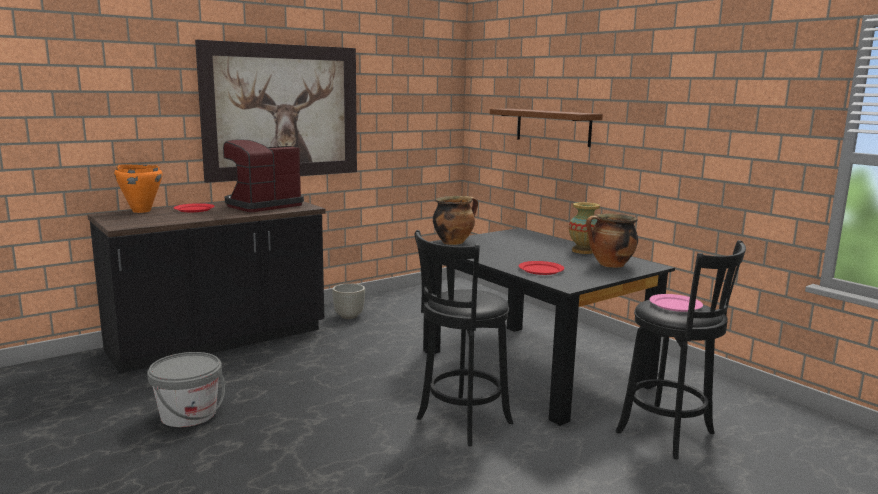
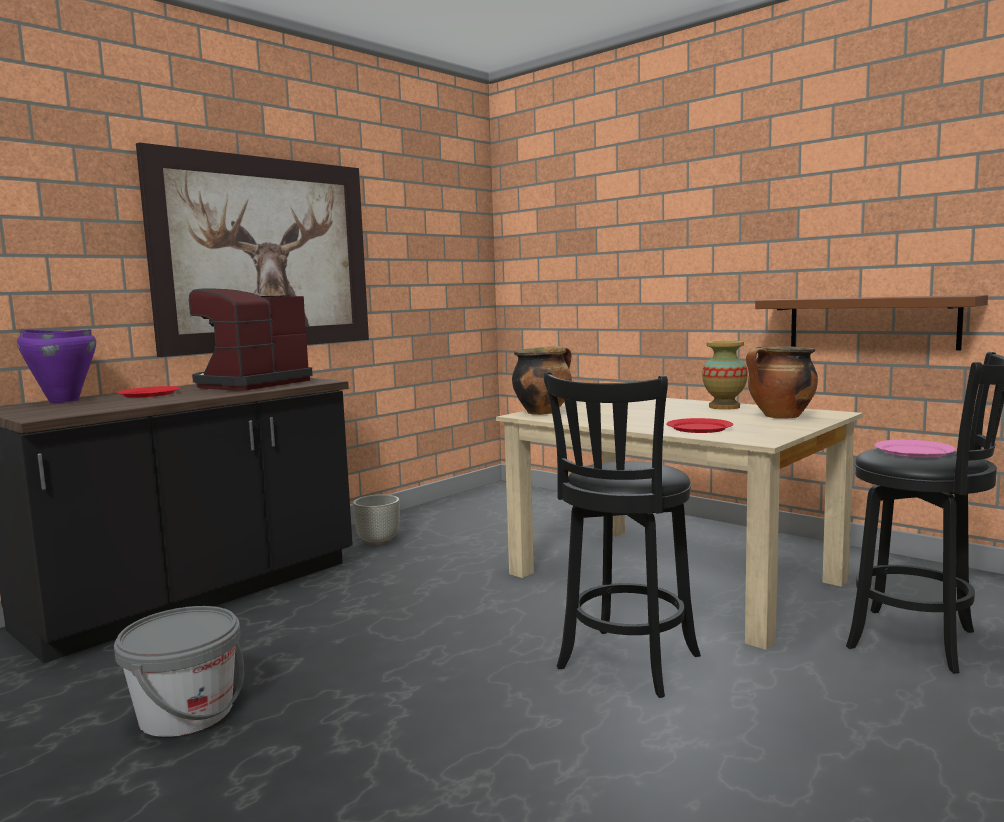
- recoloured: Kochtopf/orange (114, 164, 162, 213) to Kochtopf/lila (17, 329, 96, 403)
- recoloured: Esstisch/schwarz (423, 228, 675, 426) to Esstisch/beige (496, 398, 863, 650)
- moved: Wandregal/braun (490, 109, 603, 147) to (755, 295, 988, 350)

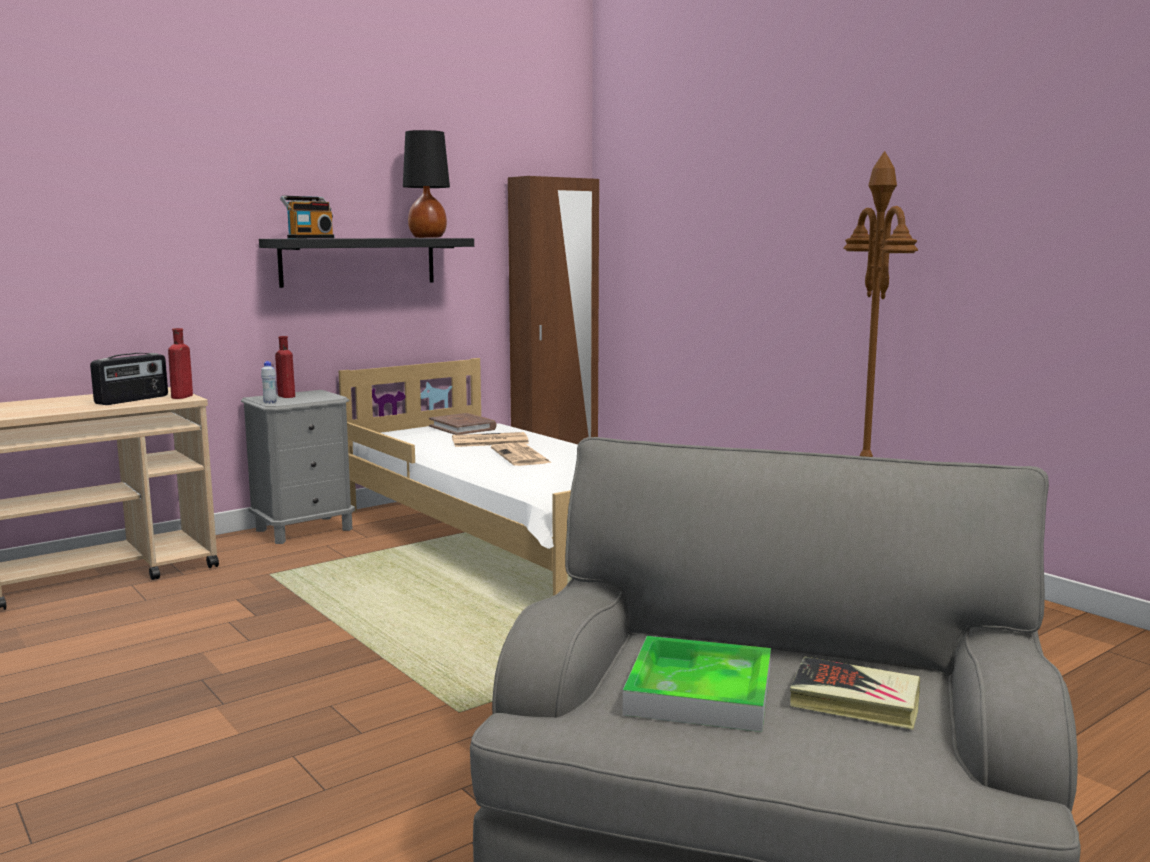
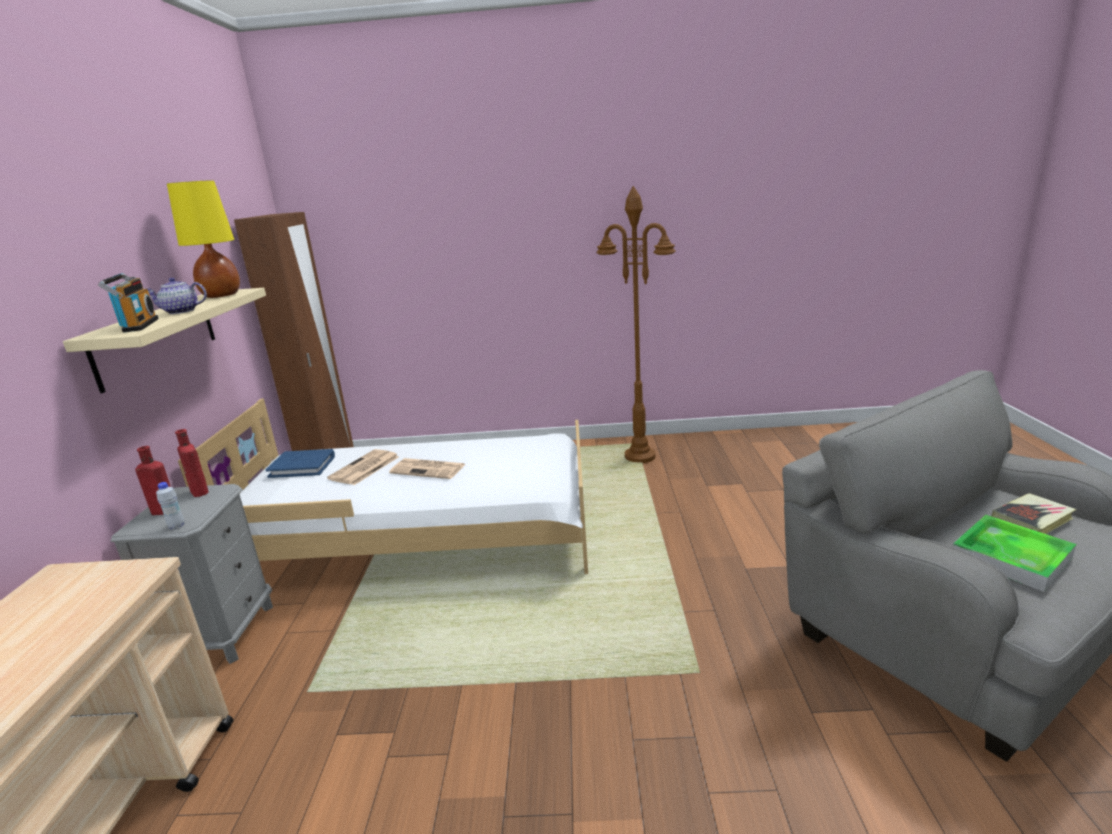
- recoloured: Wandregal/schwarz (259, 238, 474, 288) to Wandregal/beige (63, 288, 266, 393)
- added: Teekanne (148, 278, 207, 314)
- recoloured: Tischlampe/schwarz (403, 130, 450, 238) to Tischlampe/gelb (167, 180, 240, 298)
- moved: Flasche/rot (168, 328, 193, 399) to (175, 429, 209, 497)
- recoloured: Buch/braun (429, 413, 496, 435) to Buch/blau (266, 449, 335, 478)
- removed: Radio (90, 353, 168, 405)

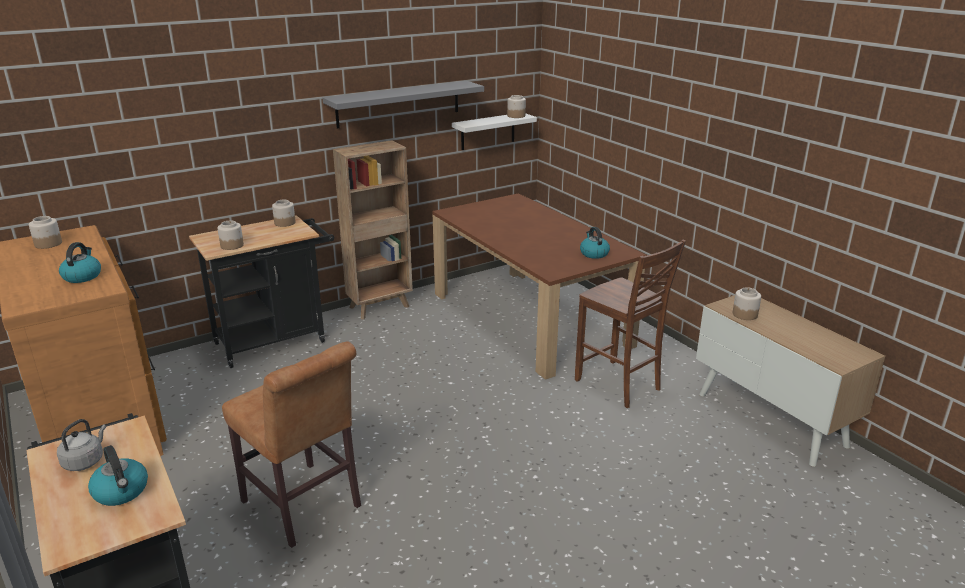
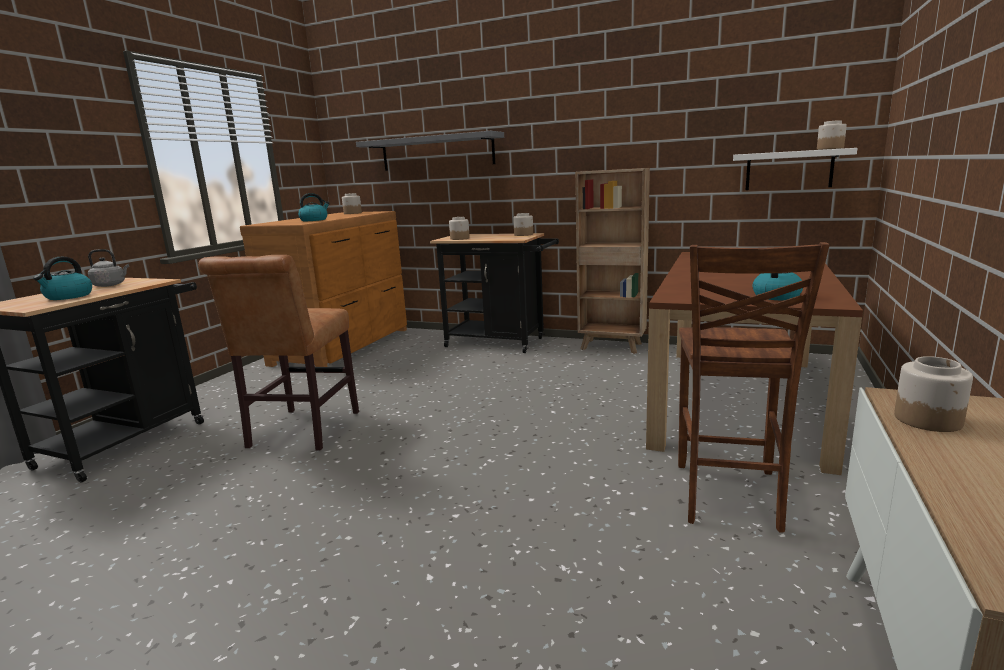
- moved: Wandregal/grau (323, 81, 484, 129) to (356, 131, 504, 171)

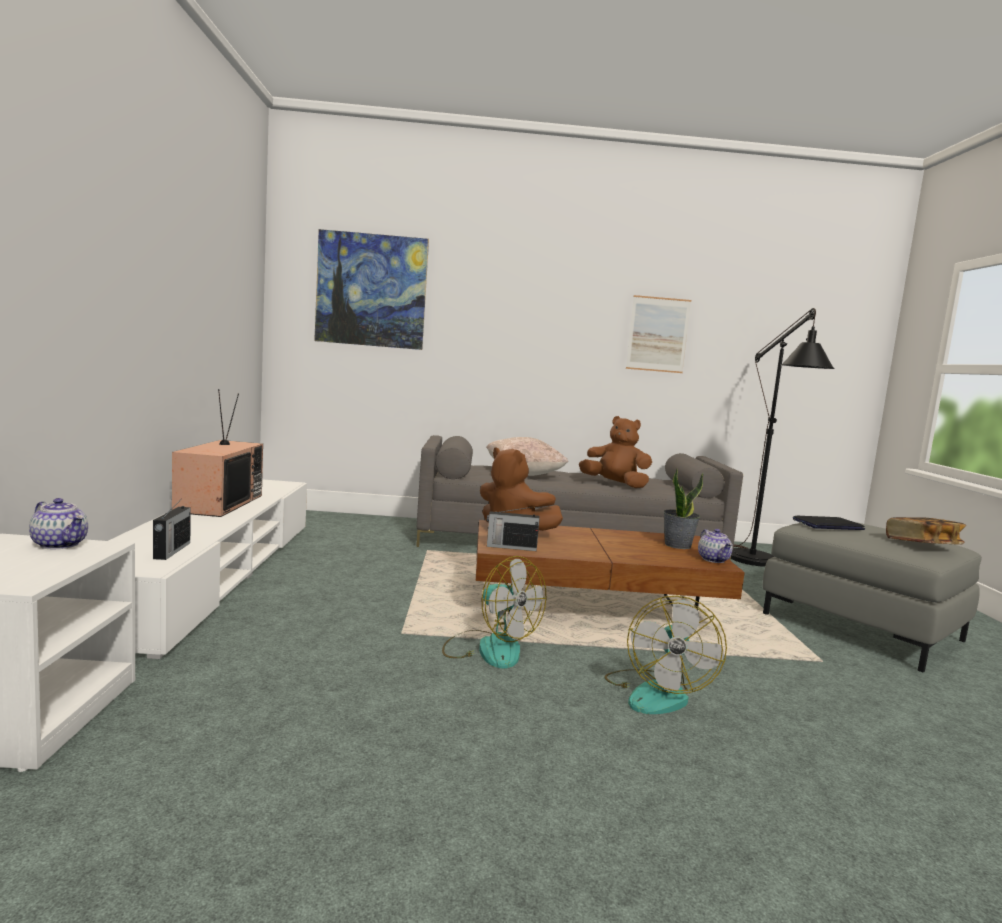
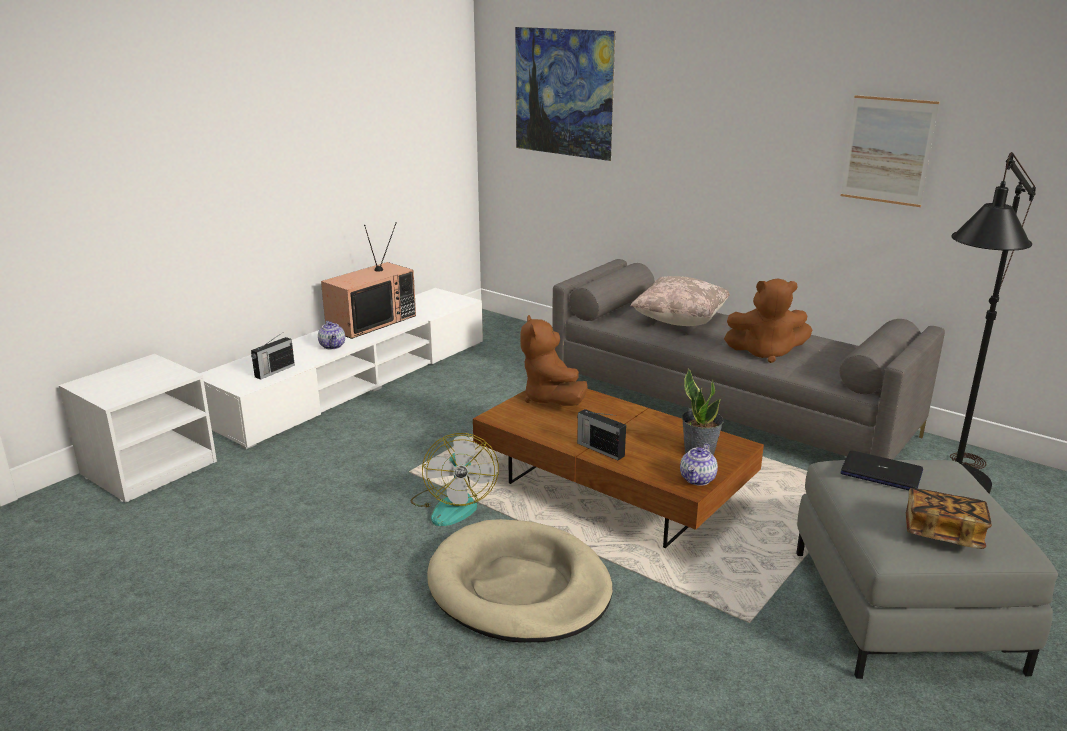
- moved: Teekanne (29, 498, 88, 549) to (318, 321, 345, 350)
- replaced: Ventilator (605, 596, 727, 714) to Hundebett/beige (427, 519, 612, 643)
- moved: Radio (487, 507, 540, 551) to (577, 409, 626, 460)
- turned: Plüschtier/braun (579, 416, 652, 488) = (724, 279, 812, 363) 120 degrees clockwise

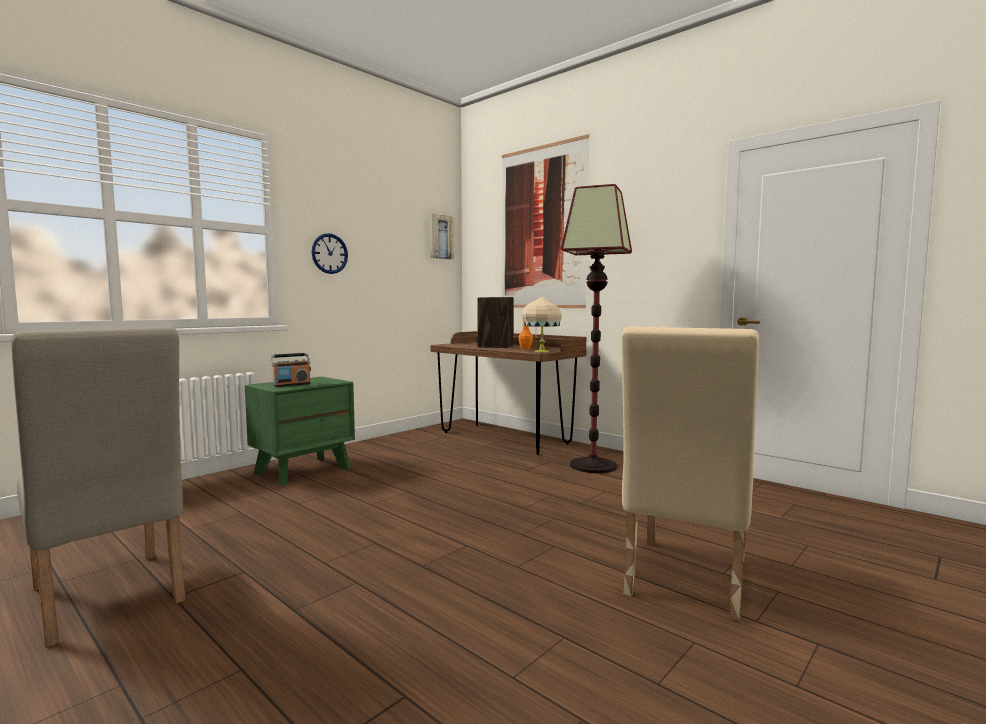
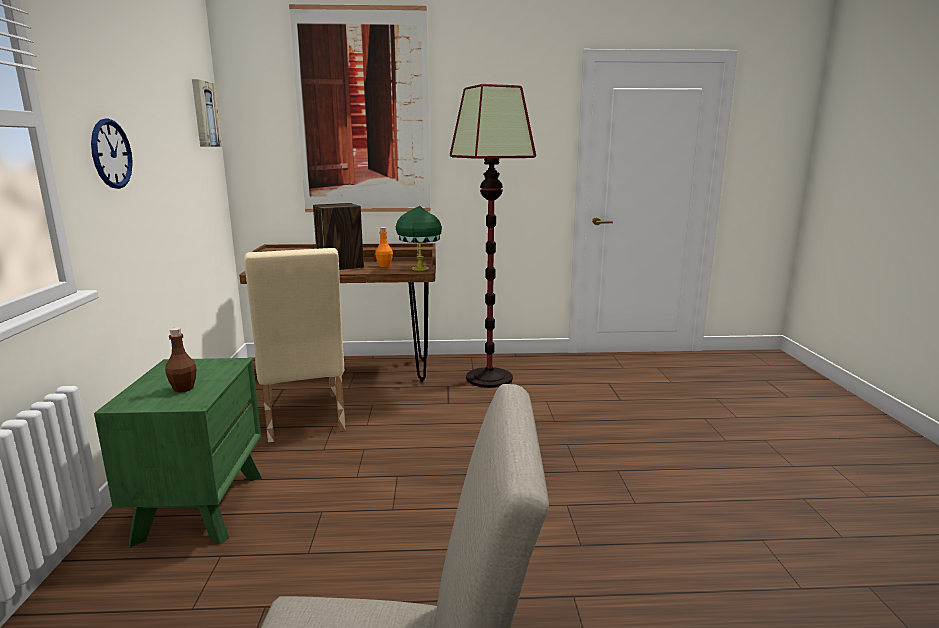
- replaced: Radio (270, 353, 311, 387) to Flasche/braun (165, 327, 197, 393)
- moved: Stuhl/beige (621, 327, 759, 622) to (244, 248, 346, 443)
- recoloured: Tischlampe/beige (522, 297, 562, 353) to Tischlampe/grün (396, 206, 442, 271)

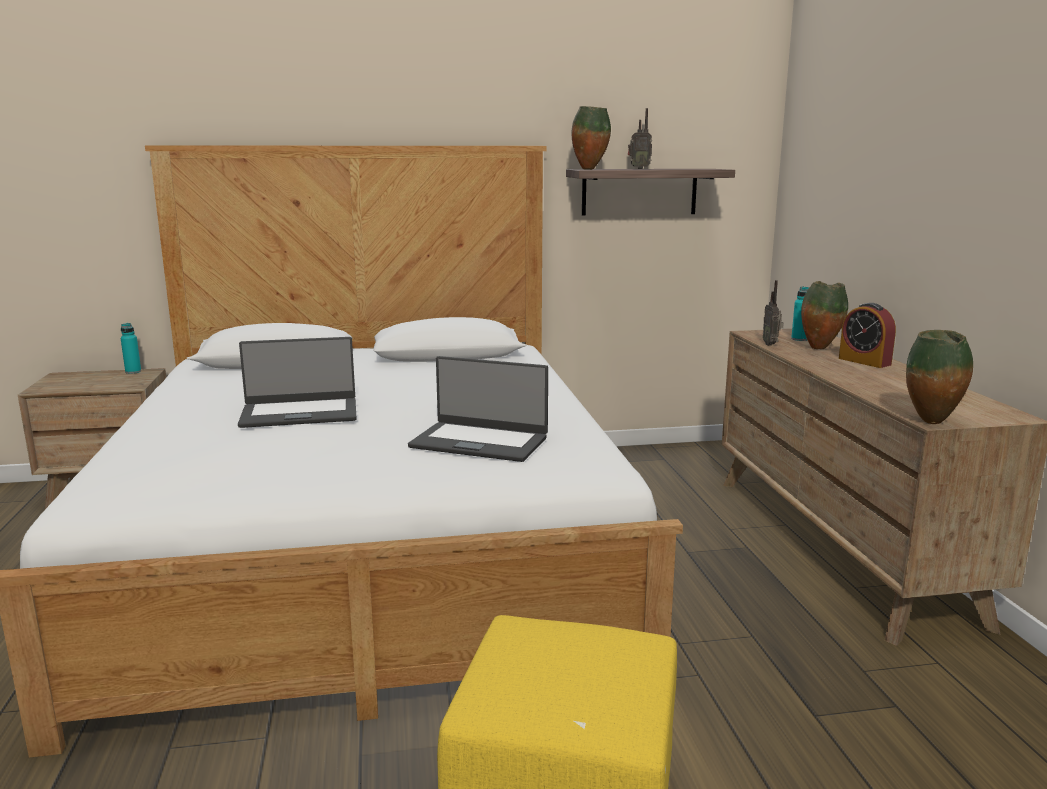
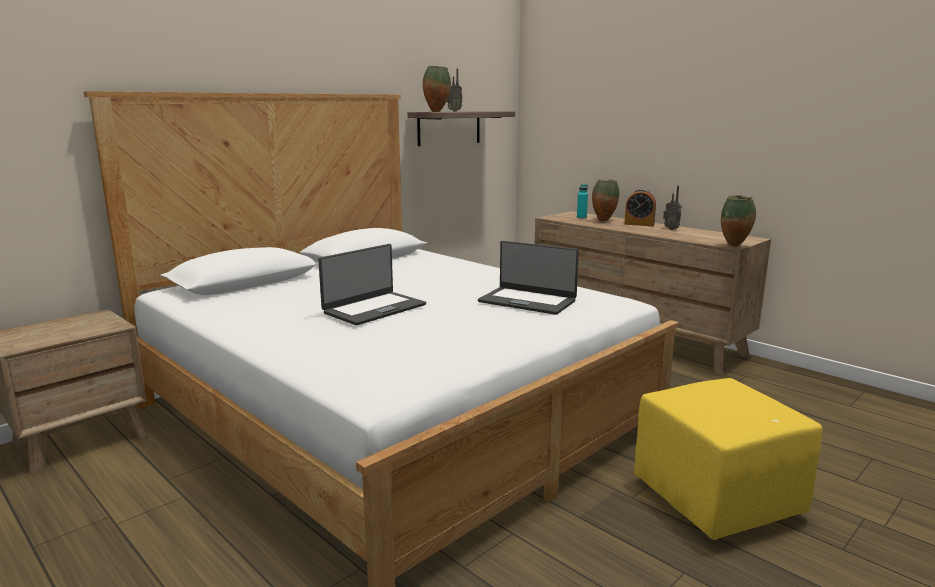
- turned: Laptop (408, 356, 548, 462) = (478, 241, 579, 315) 45 degrees clockwise
- moved: Radio (763, 280, 783, 346) to (663, 185, 681, 230)
- removed: Flasche/türkis (121, 323, 141, 374)

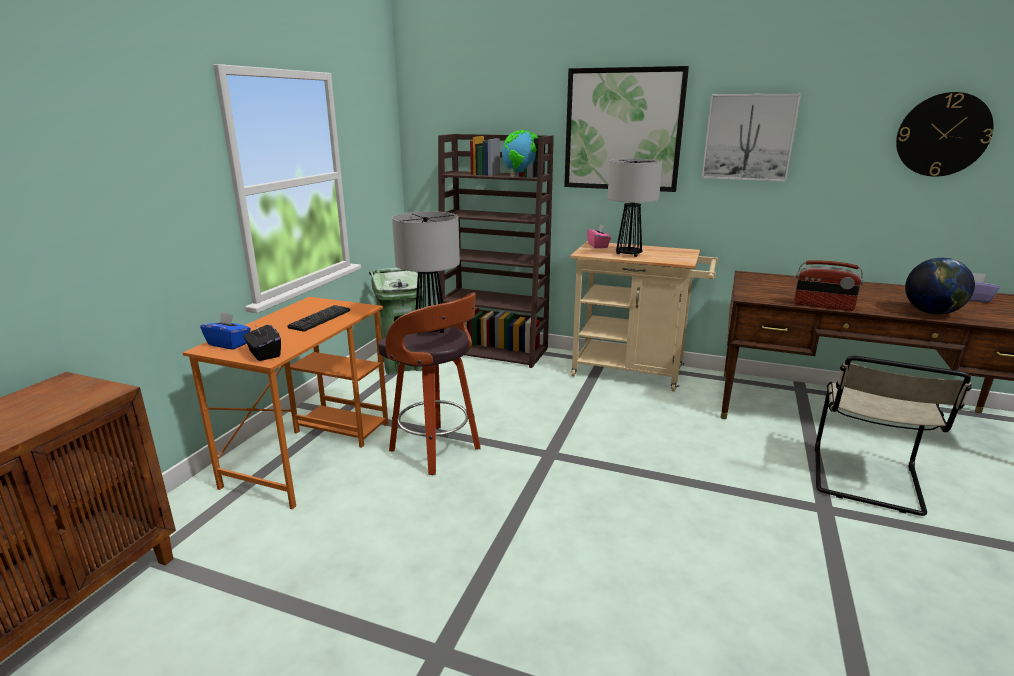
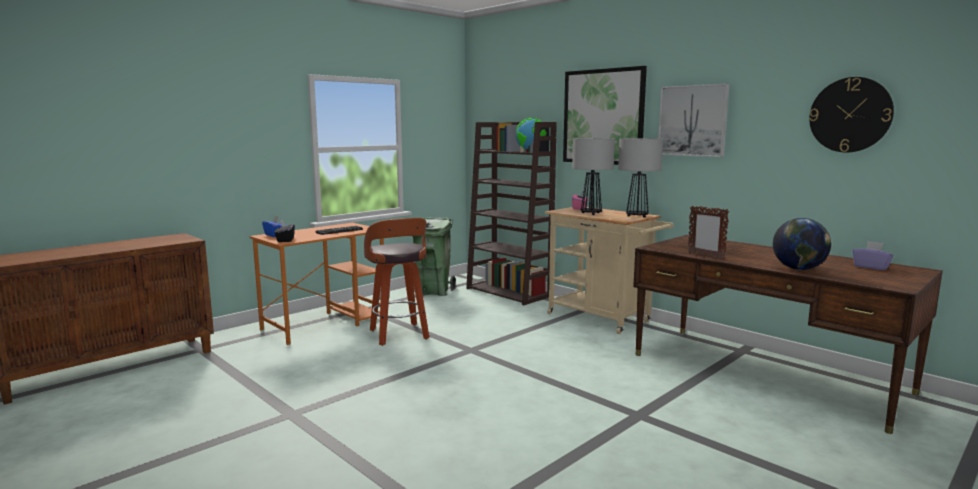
- moved: Tischlampe (392, 211, 460, 333) to (618, 138, 663, 218)
- replaced: Radio (794, 260, 864, 311) to Bilderrahmen (688, 206, 729, 260)
- removed: Stuhl/beige (815, 356, 971, 516)

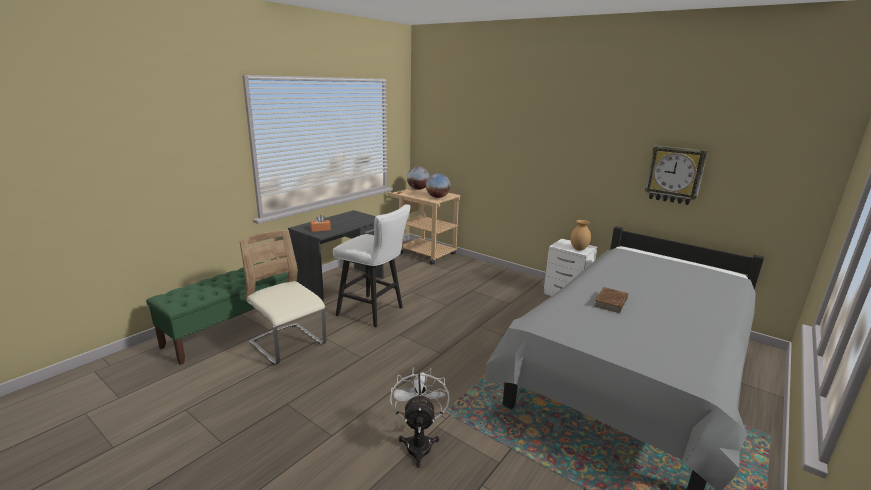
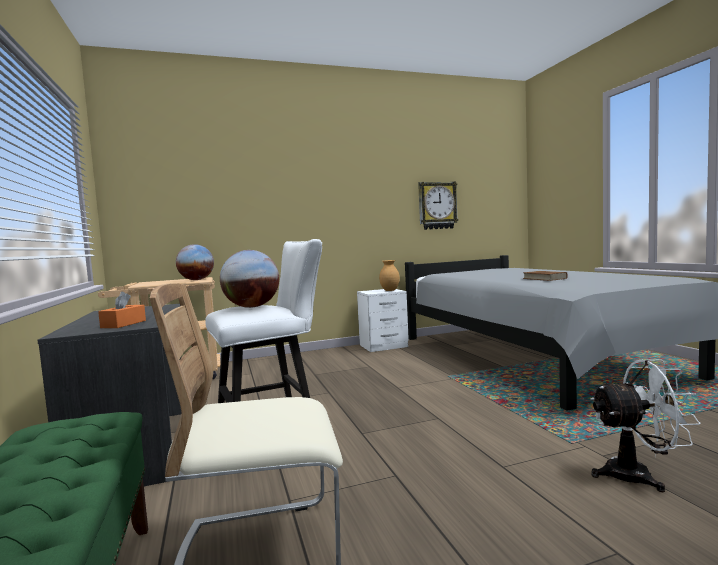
- moved: Globus (407, 166, 430, 190) to (220, 250, 279, 308)
- turned: Ventilator/weiß (390, 367, 449, 468) = (590, 360, 701, 492) 150 degrees clockwise

